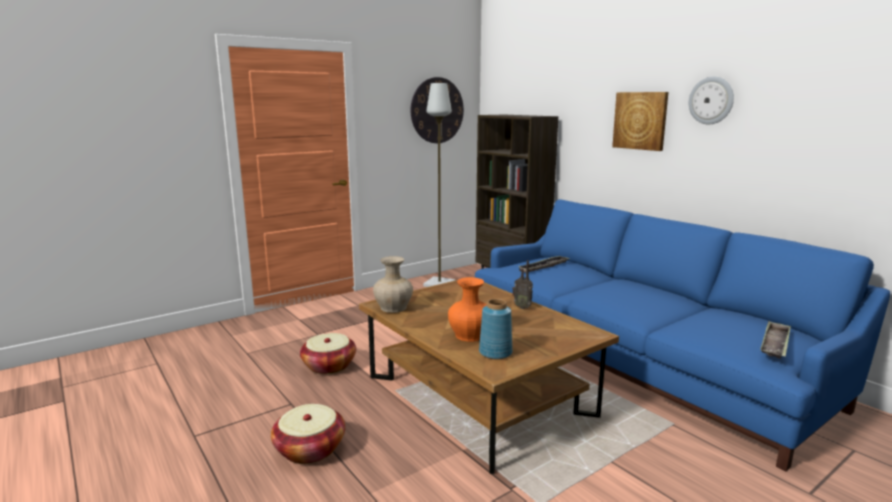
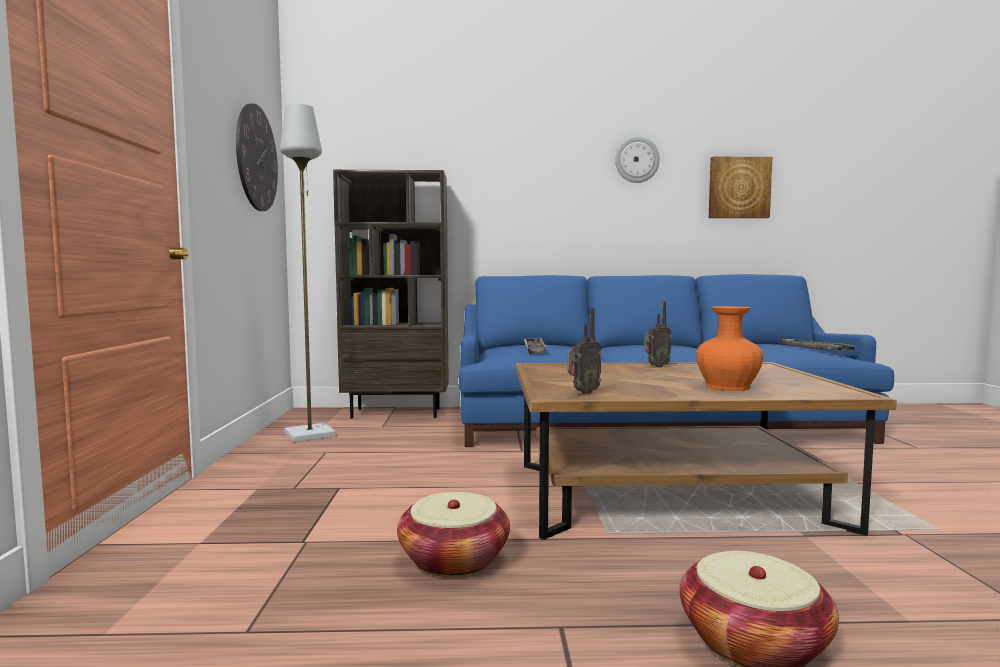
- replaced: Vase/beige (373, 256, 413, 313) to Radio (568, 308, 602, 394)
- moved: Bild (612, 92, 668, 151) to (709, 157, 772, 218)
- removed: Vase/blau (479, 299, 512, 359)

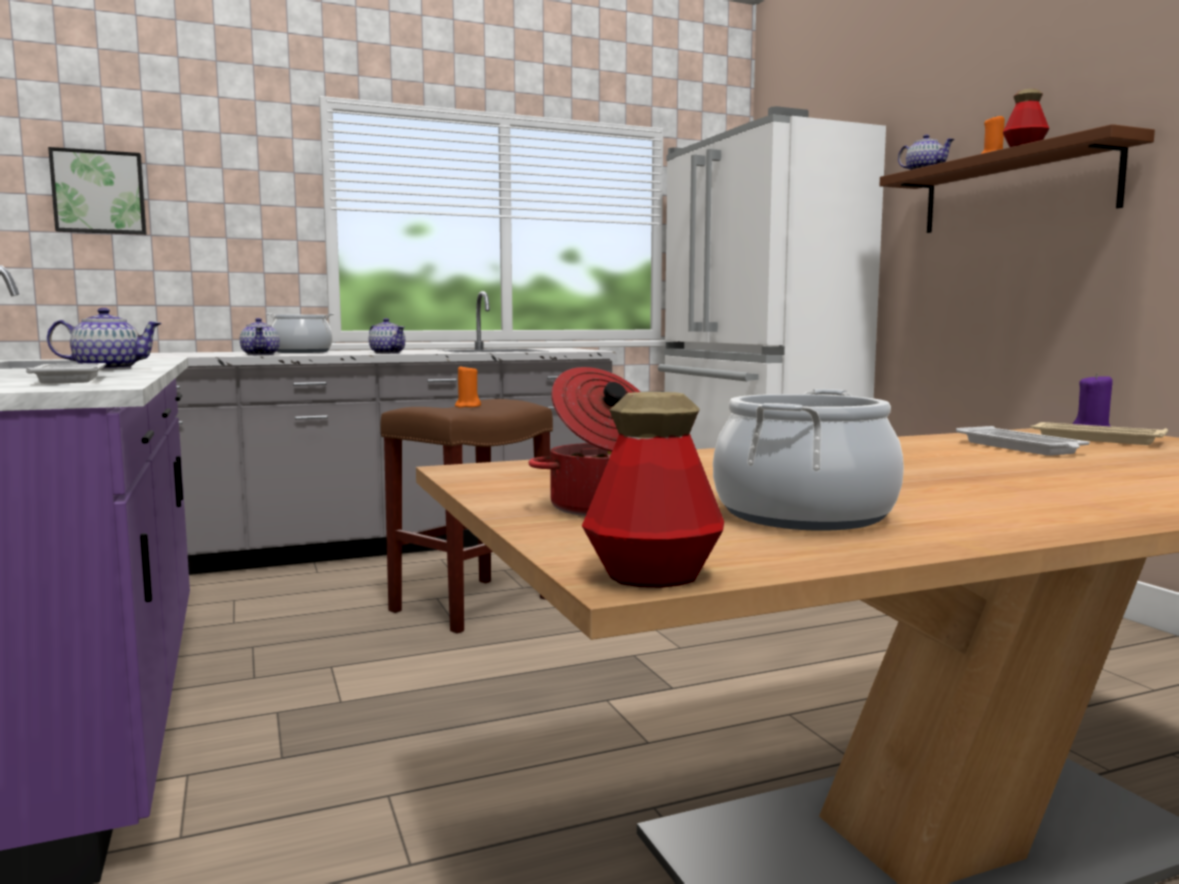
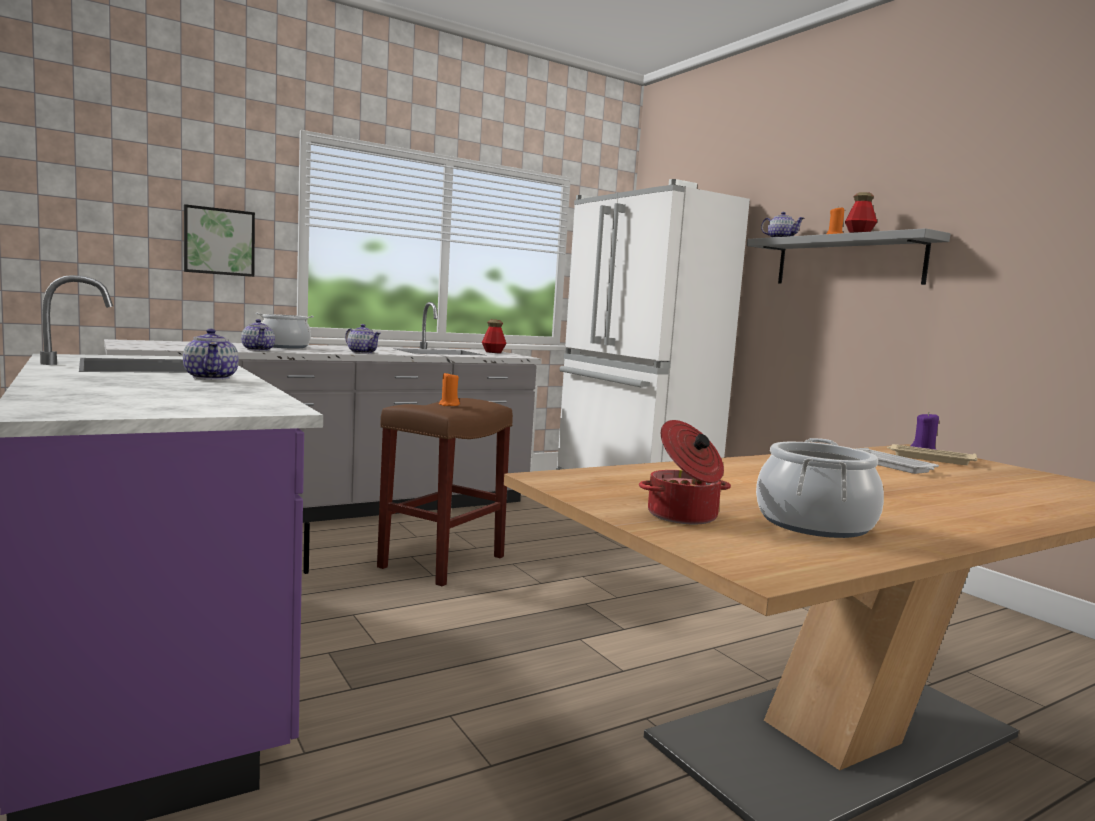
- turned: Teekanne (47, 308, 162, 370) = (183, 329, 239, 380) 90 degrees clockwise
- moved: Bild (48, 147, 147, 235) to (184, 204, 255, 277)
- moved: Flasche (582, 392, 724, 588) to (482, 320, 507, 353)
- recoloured: Wandregal/braun (880, 124, 1155, 233) to Wandregal/grau (747, 228, 951, 285)
- removed: Tablett/weiß (26, 363, 106, 384)

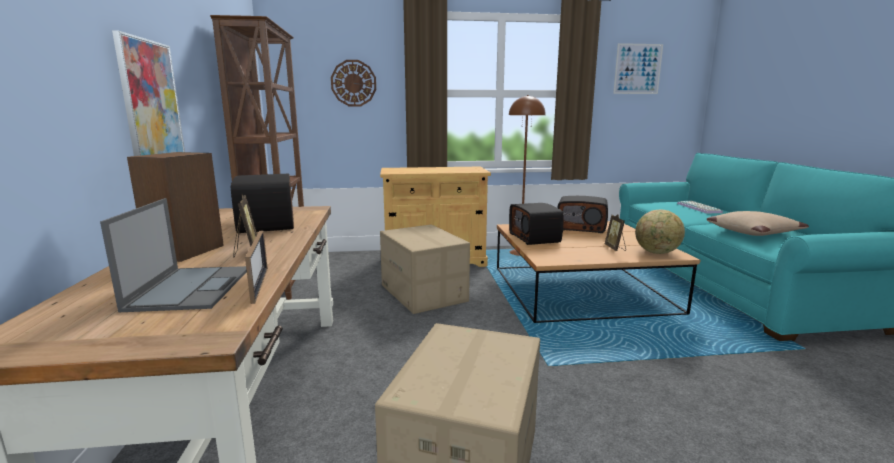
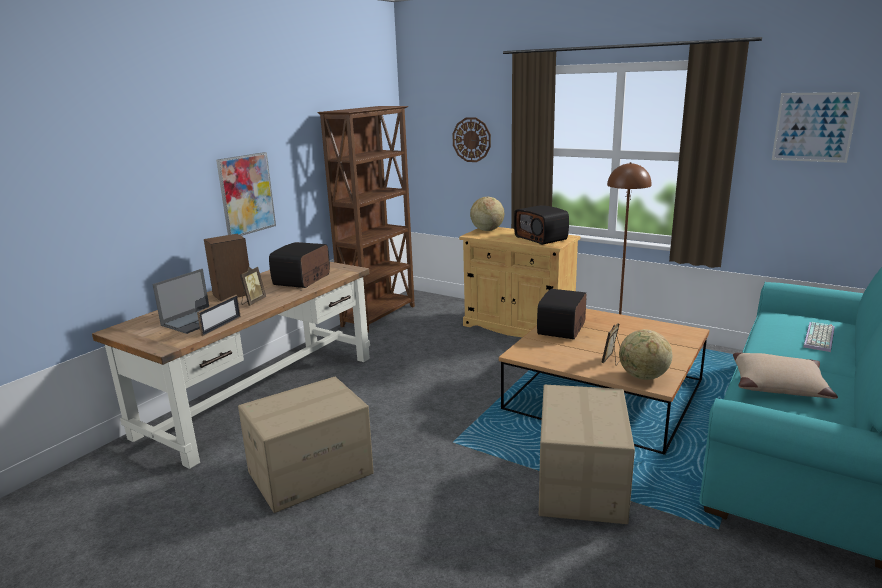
- added: Globus (470, 197, 504, 231)
- moved: Radio (557, 196, 608, 233) to (514, 205, 569, 245)
- moved: Karton (380, 224, 470, 314) to (539, 385, 635, 524)

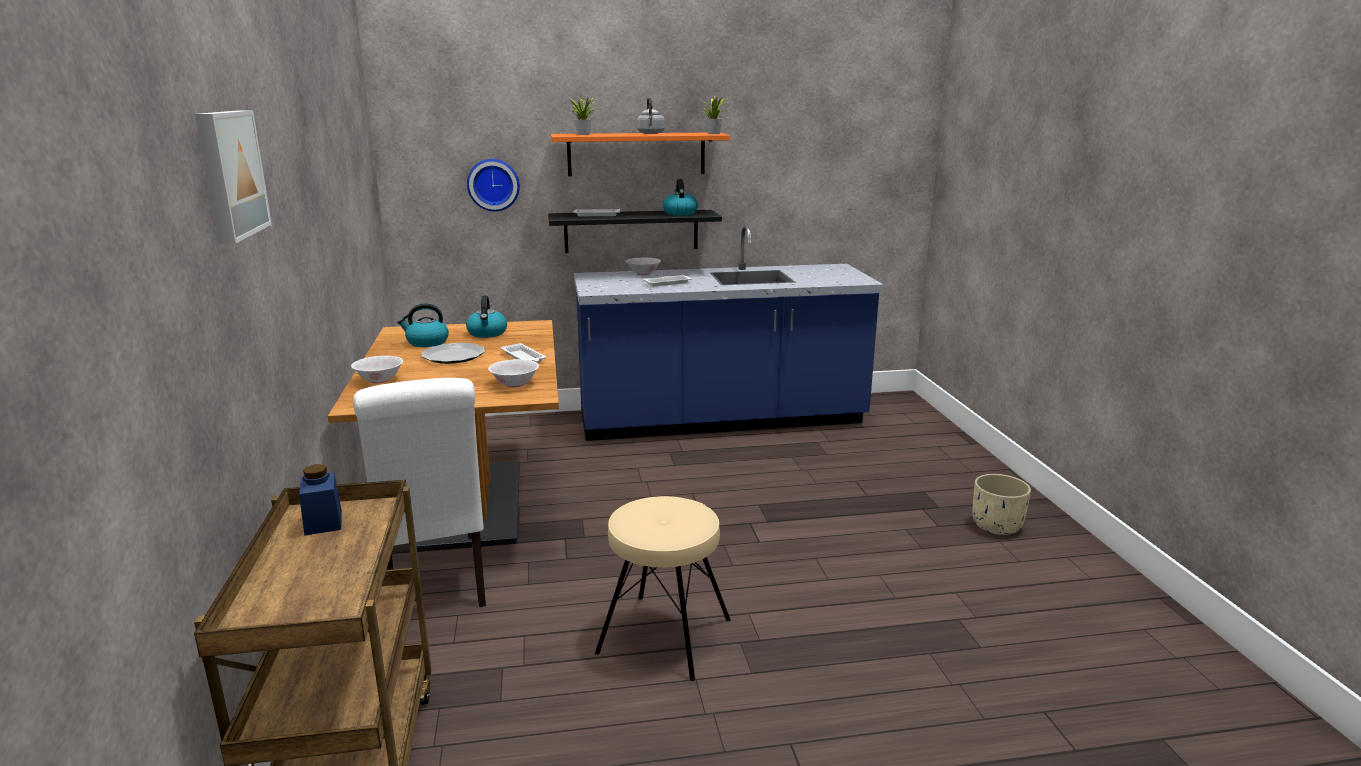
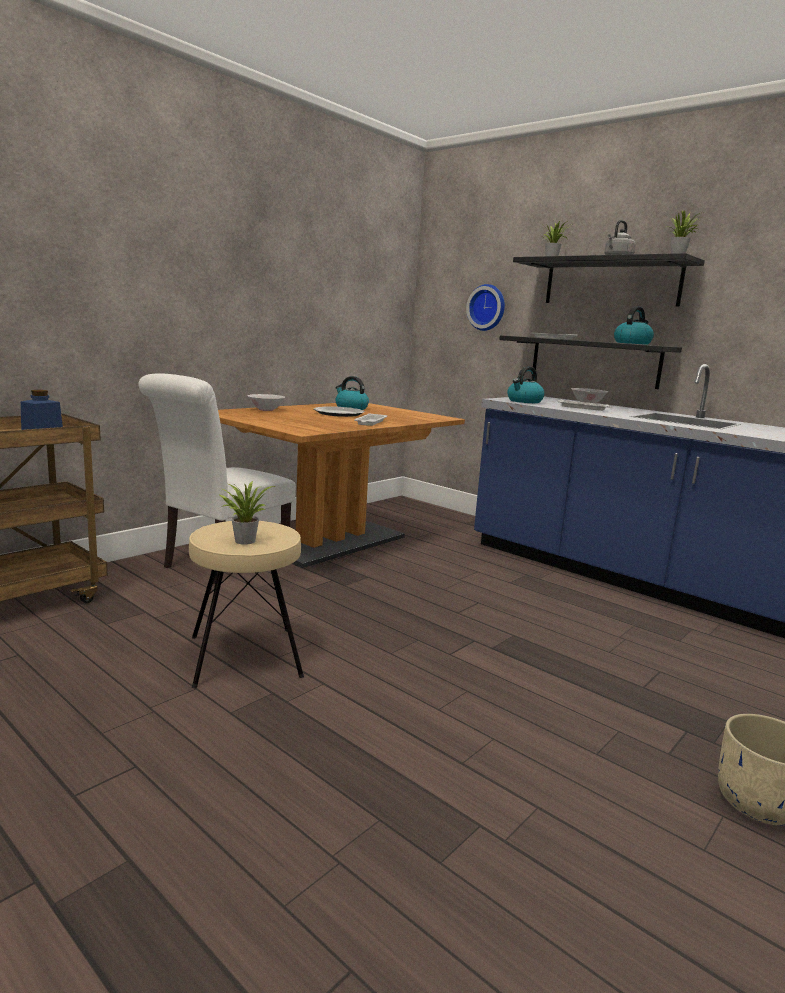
- added: Topfpflanze (220, 481, 275, 545)
- moved: Wasserkessel (466, 296, 507, 338) to (507, 366, 545, 403)
- recoloured: Wandregal/orange (551, 133, 730, 176) to Wandregal/schwarz (513, 253, 705, 307)
- removed: Bild (195, 110, 272, 244)
- removed: Schüssel/weiß (488, 359, 539, 388)

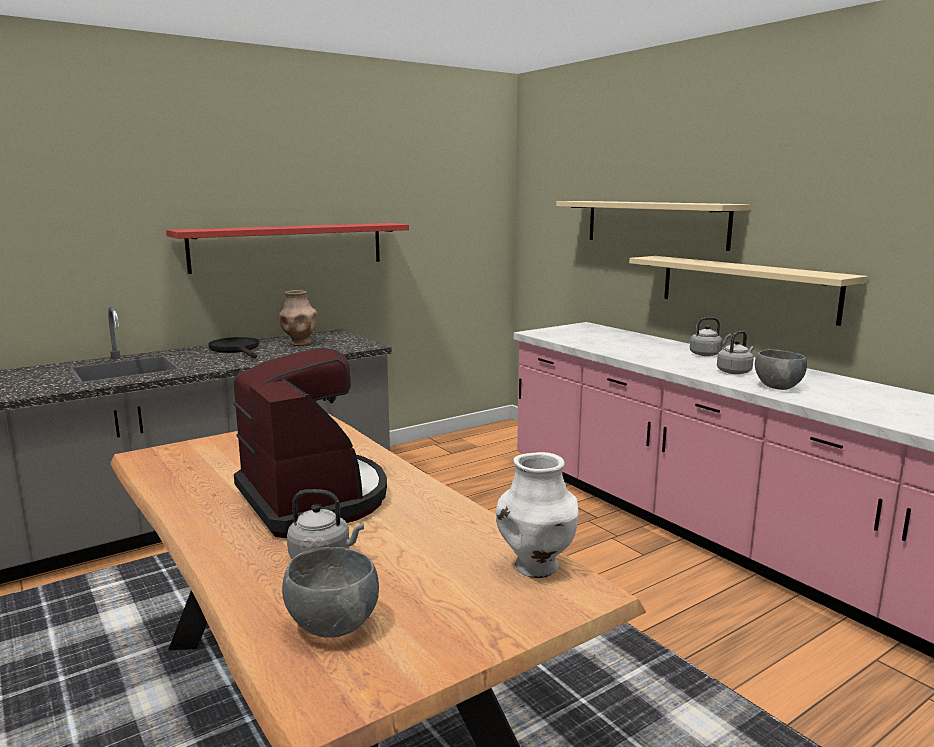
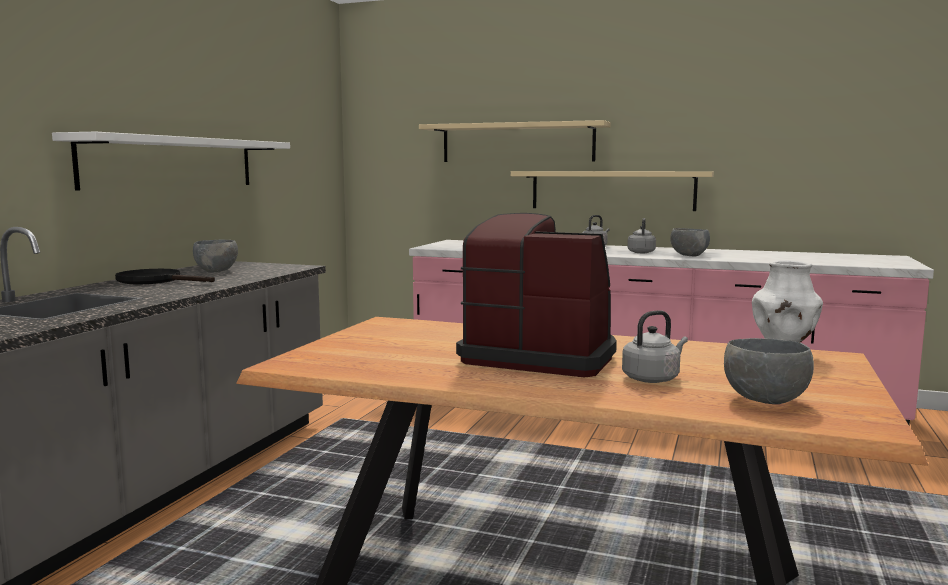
- recoloured: Wandregal/rot (166, 223, 409, 274) to Wandregal/weiß (52, 132, 290, 191)
- replaced: Vase/braun (279, 290, 317, 346) to Schüssel/grau (193, 240, 238, 273)

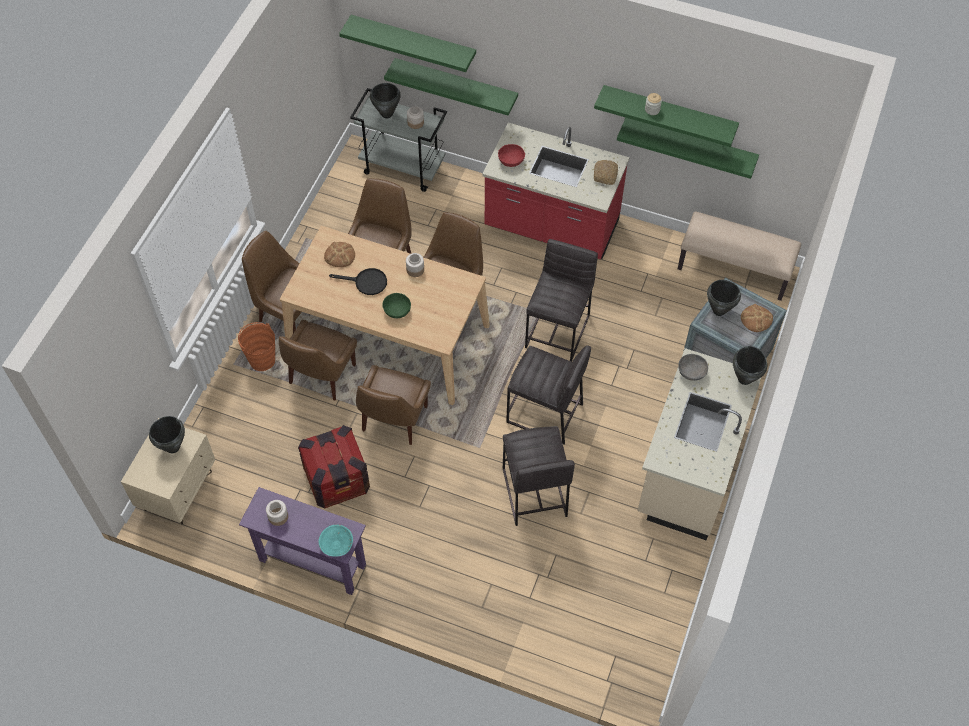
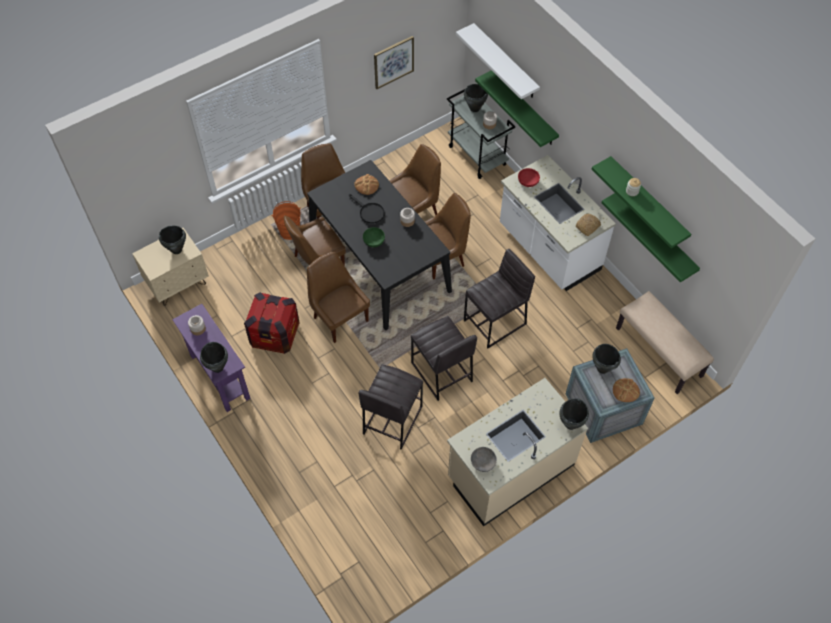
- replaced: Schüssel/türkis (318, 525, 353, 557) to Kochtopf/schwarz (200, 342, 228, 373)
- recoloured: Esstisch/beige (280, 226, 490, 405) to Esstisch/schwarz (307, 160, 452, 330)
- turned: Stuhl/braun (356, 365, 431, 445) = (307, 252, 370, 343) 90 degrees clockwise
- added: Bild (374, 36, 414, 89)
- recoloured: Wandregal/grün (339, 15, 476, 72) to Wandregal/weiß (456, 23, 540, 99)
- moved: Schüssel/grau (678, 354, 708, 381) to (471, 447, 497, 472)
- recoloured: Küchenzeile/rot (482, 123, 630, 259) to Küchenzeile/weiß (500, 155, 616, 291)

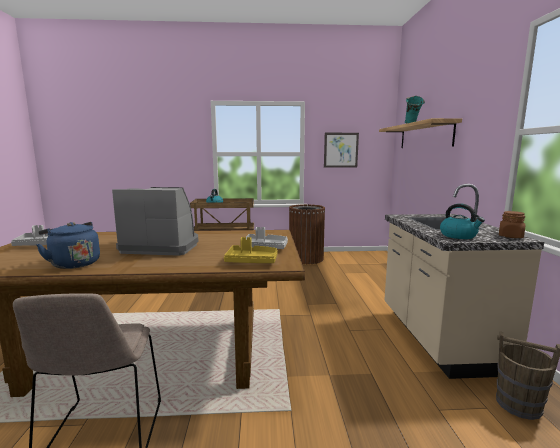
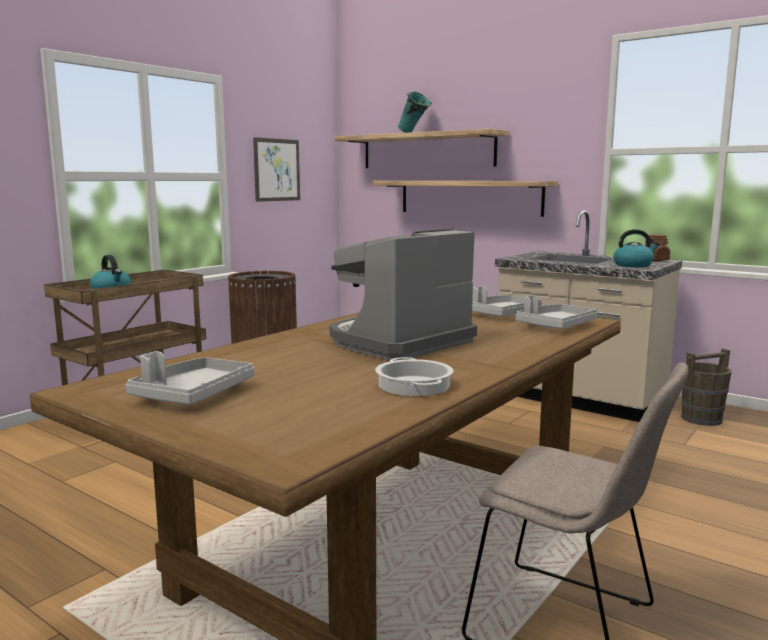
- added: Wandregal (373, 181, 558, 217)
- replaced: Wasserkessel/blau (36, 222, 100, 269) to Kochtopf (375, 357, 453, 396)
- recoloured: Tablett/gelb (224, 237, 278, 263) to Tablett/grau (516, 295, 598, 329)

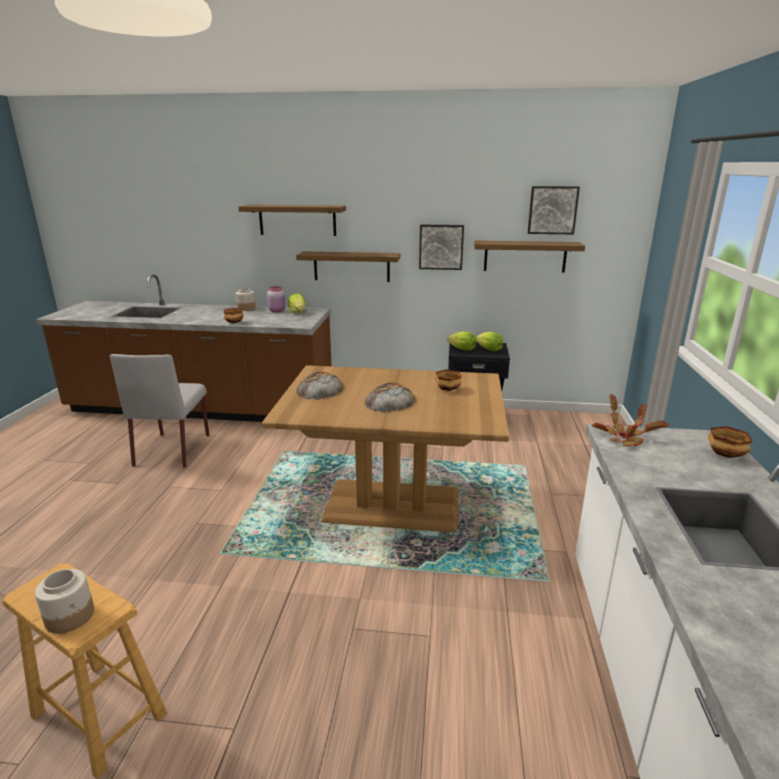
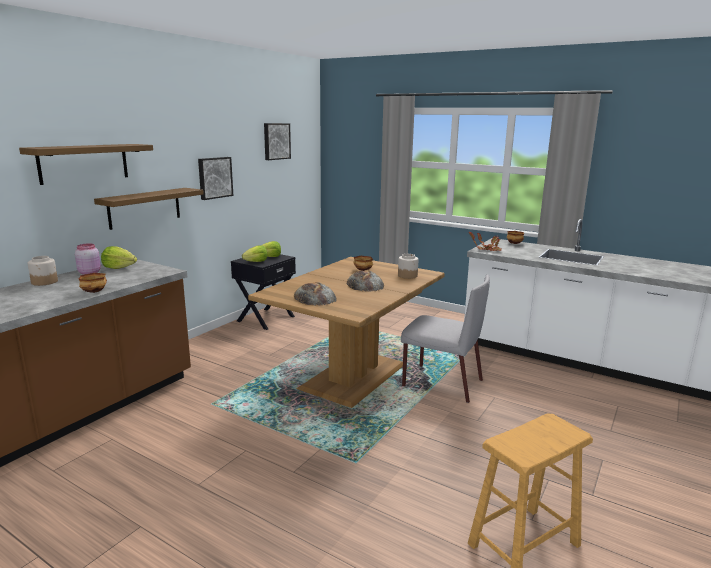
- moved: Vorratsglas (35, 569, 94, 634) to (398, 254, 418, 279)
- moved: Stuhl/grau (110, 354, 209, 468) to (401, 275, 490, 403)
- removed: Wandregal (474, 241, 585, 273)

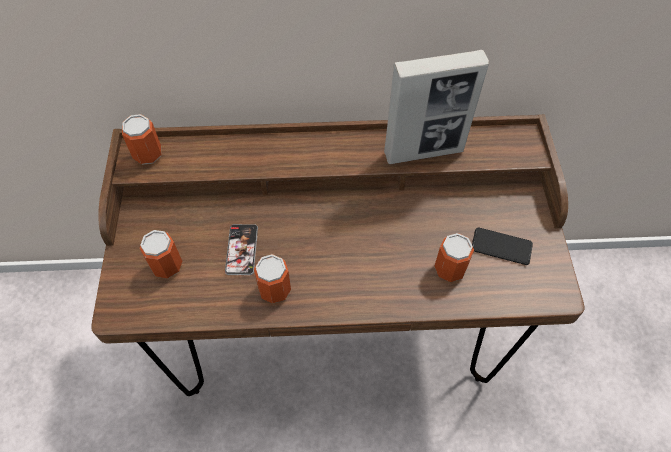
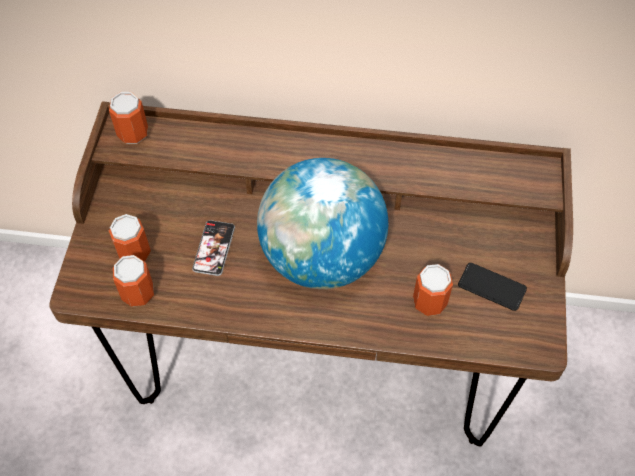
- moved: Dose (254, 254, 291, 304) to (113, 255, 154, 307)
- added: Globus (257, 158, 388, 289)
- removed: Bilderrahmen (384, 50, 489, 164)

